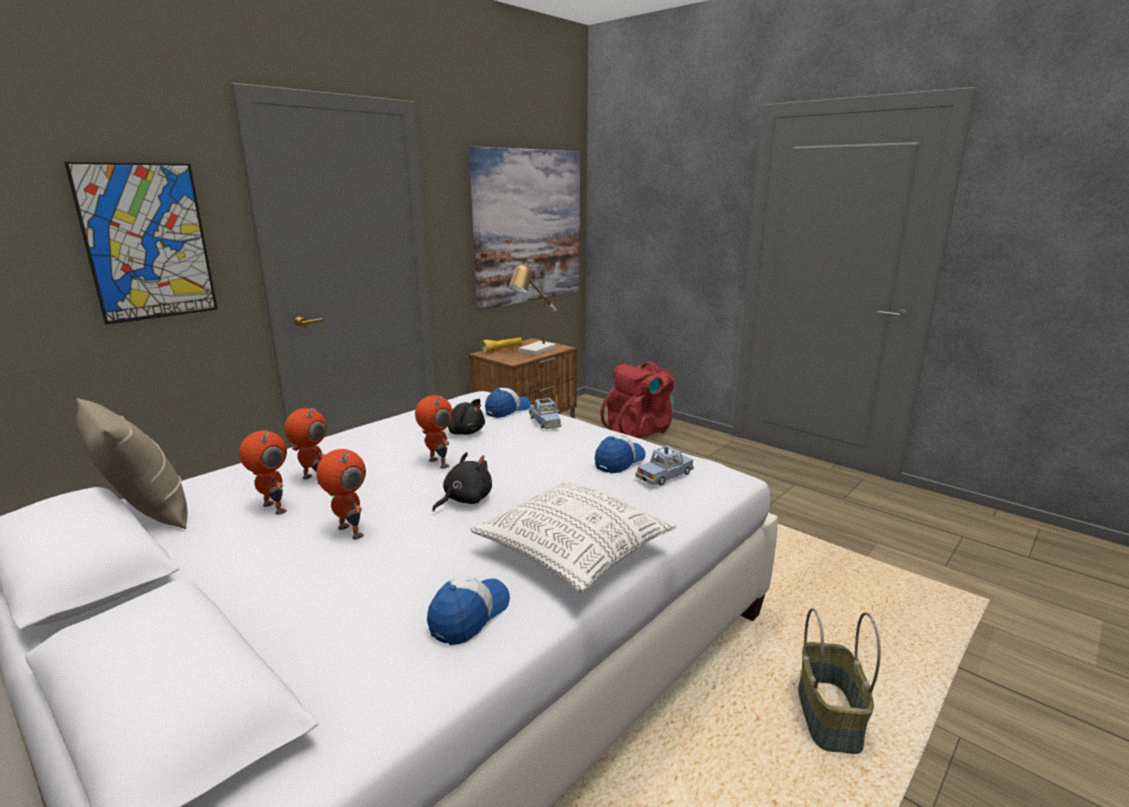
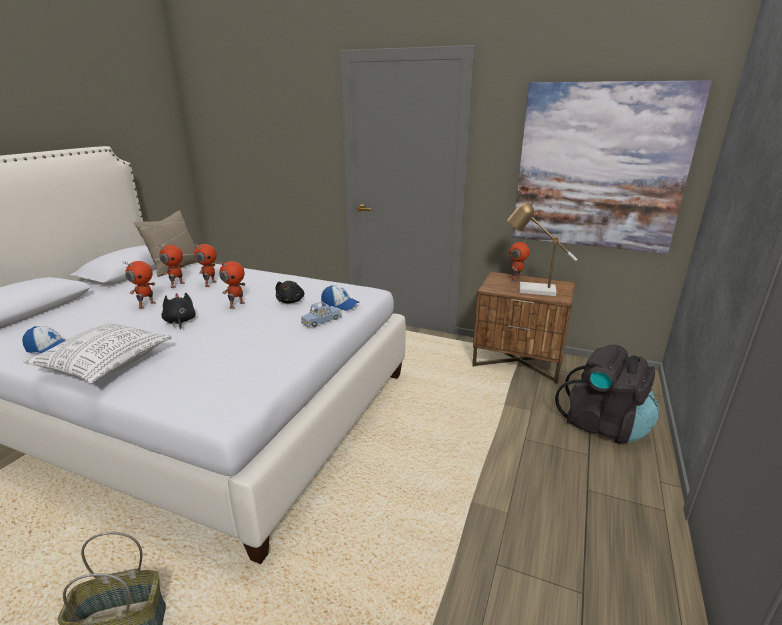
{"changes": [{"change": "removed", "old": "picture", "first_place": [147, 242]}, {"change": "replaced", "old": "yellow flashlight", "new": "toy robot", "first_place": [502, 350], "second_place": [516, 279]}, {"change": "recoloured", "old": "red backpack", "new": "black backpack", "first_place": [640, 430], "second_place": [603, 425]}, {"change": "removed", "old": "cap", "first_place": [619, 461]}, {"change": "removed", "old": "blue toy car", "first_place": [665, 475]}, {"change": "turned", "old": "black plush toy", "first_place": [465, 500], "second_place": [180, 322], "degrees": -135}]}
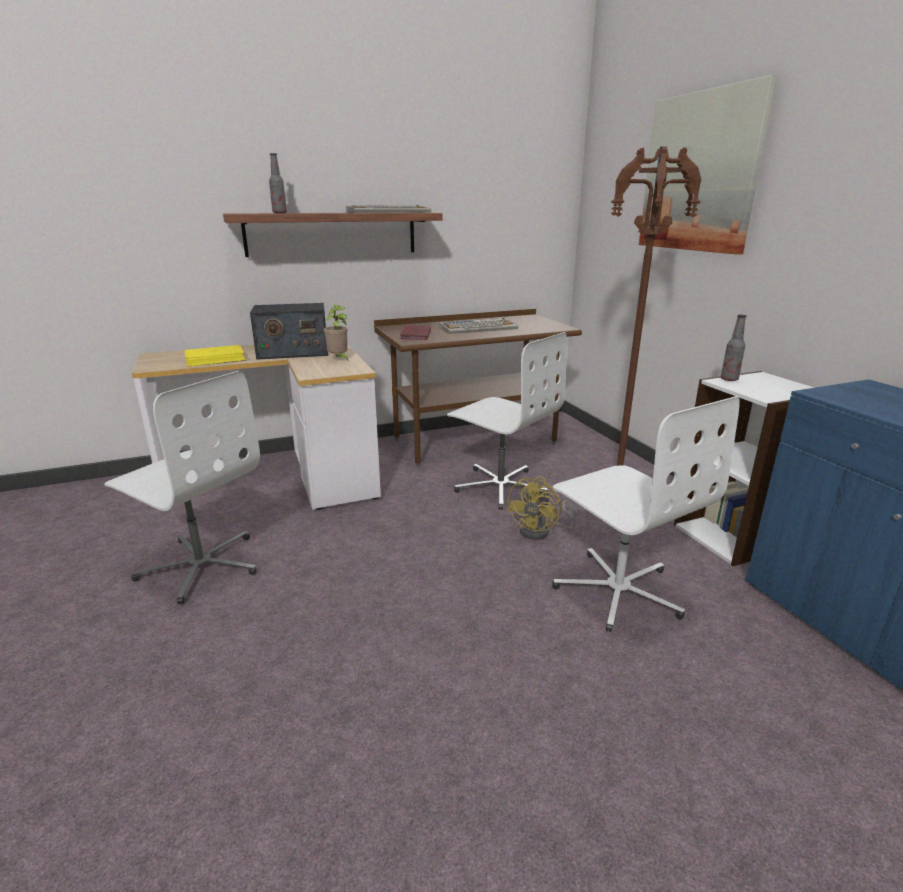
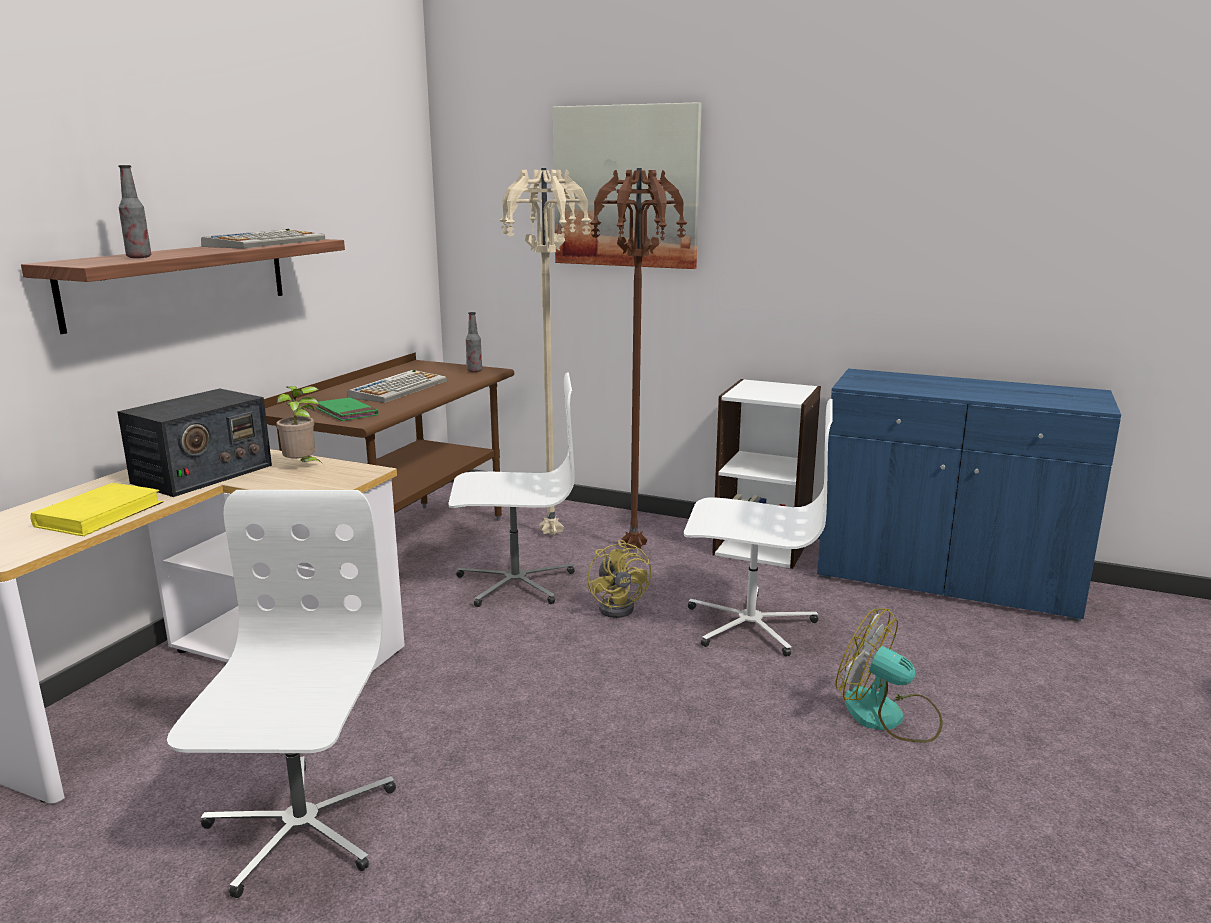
{"changes": [{"change": "moved", "old": "bottle", "first_place": [729, 379], "second_place": [474, 371]}, {"change": "recoloured", "old": "red book", "new": "green book", "first_place": [416, 335], "second_place": [346, 412]}, {"change": "turned", "old": "white office chair", "first_place": [201, 565], "second_place": [299, 828], "degrees": -75}, {"change": "added", "new": "beige floor lamp", "second_place": [550, 534]}, {"change": "added", "new": "fan", "second_place": [887, 716]}]}
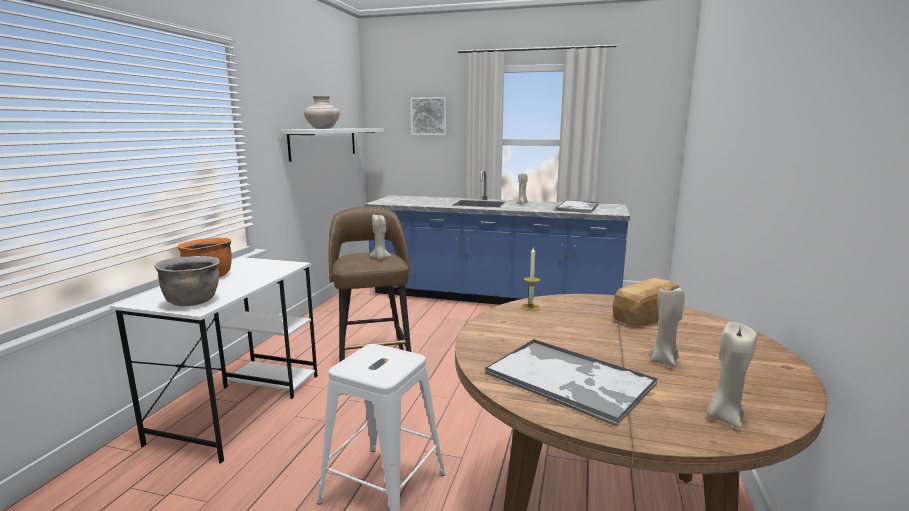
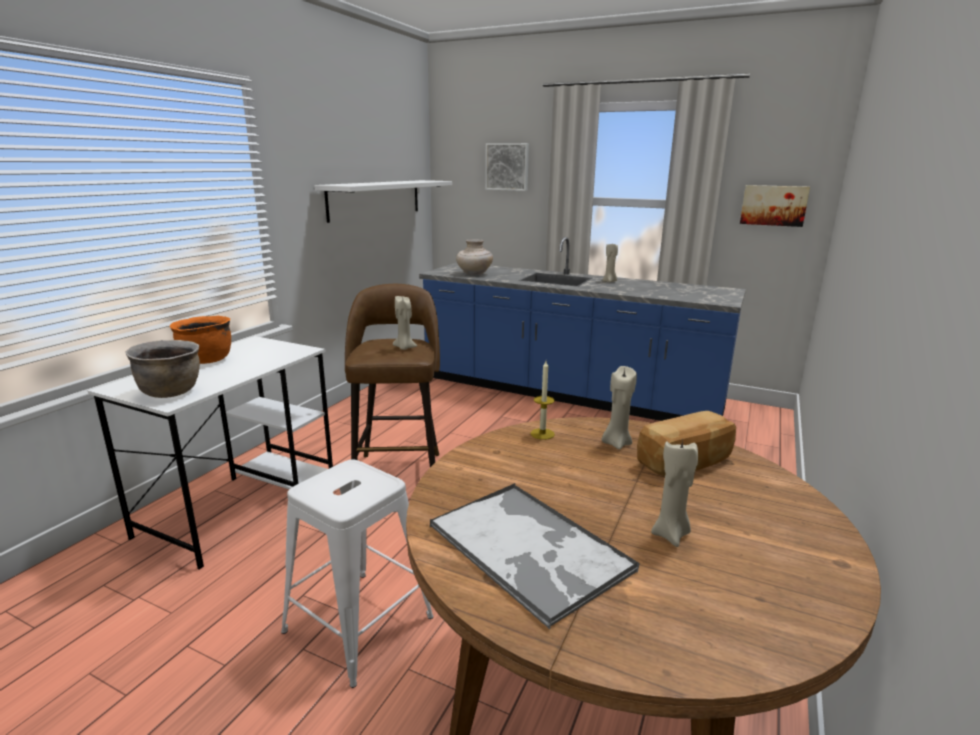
{"changes": [{"change": "moved", "old": "beige vase", "first_place": [323, 128], "second_place": [474, 274]}, {"change": "removed", "old": "tray", "first_place": [577, 207]}, {"change": "moved", "old": "beige candle", "first_place": [724, 417], "second_place": [616, 443]}, {"change": "added", "new": "picture", "second_place": [773, 205]}]}
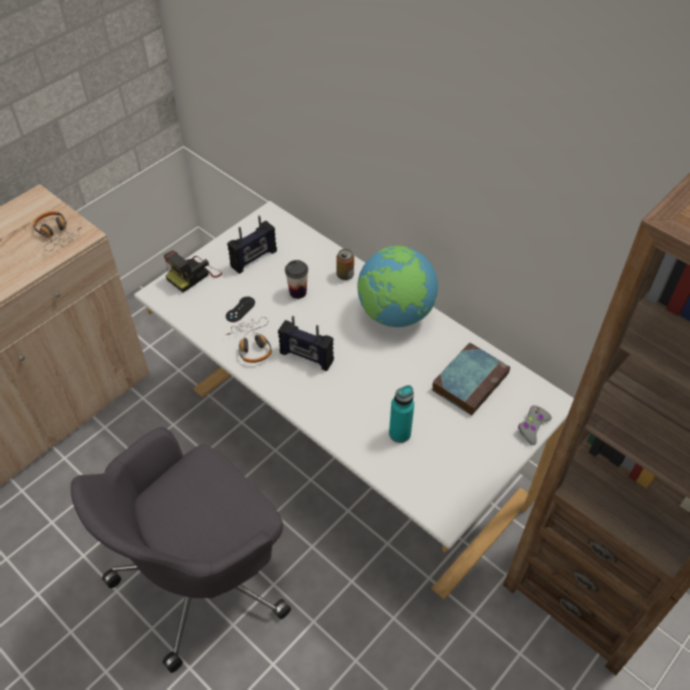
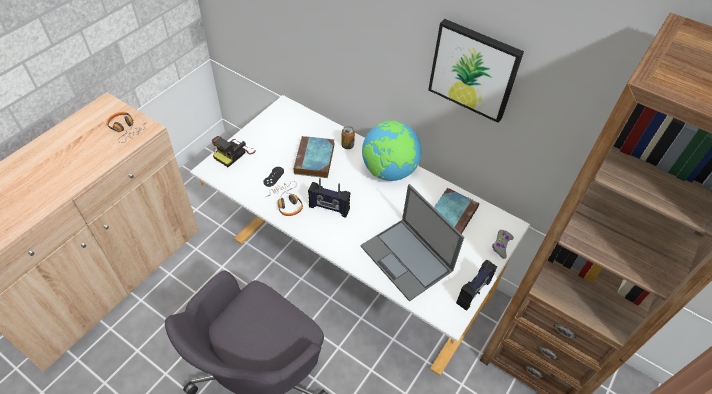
{"changes": [{"change": "moved", "old": "radio", "first_place": [254, 259], "second_place": [474, 292]}, {"change": "replaced", "old": "cup", "new": "book", "first_place": [298, 292], "second_place": [314, 160]}, {"change": "replaced", "old": "turquoise bottle", "new": "laptop", "first_place": [399, 433], "second_place": [407, 259]}, {"change": "added", "new": "picture", "second_place": [474, 70]}]}
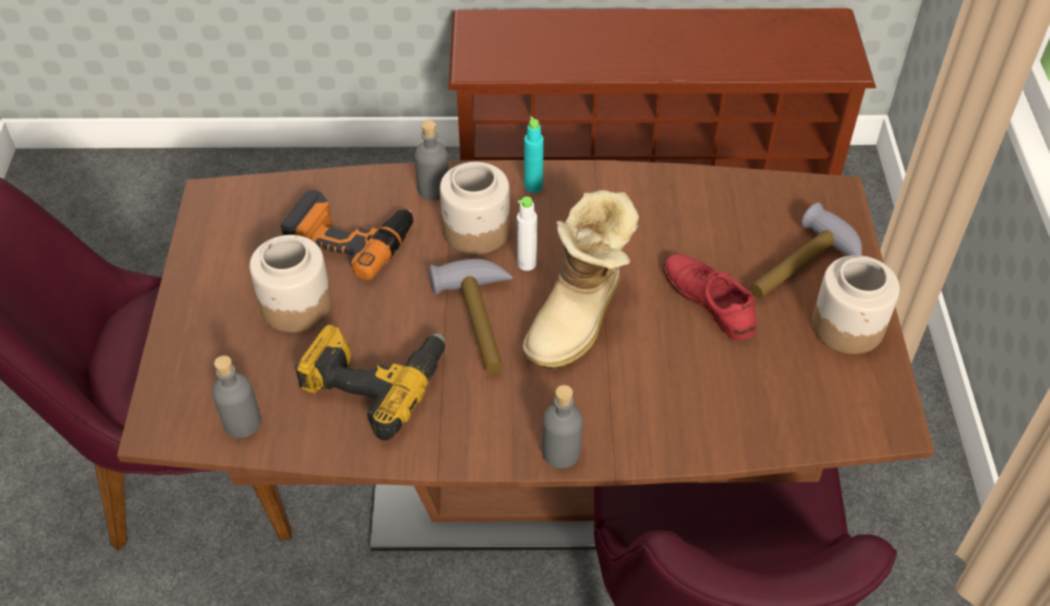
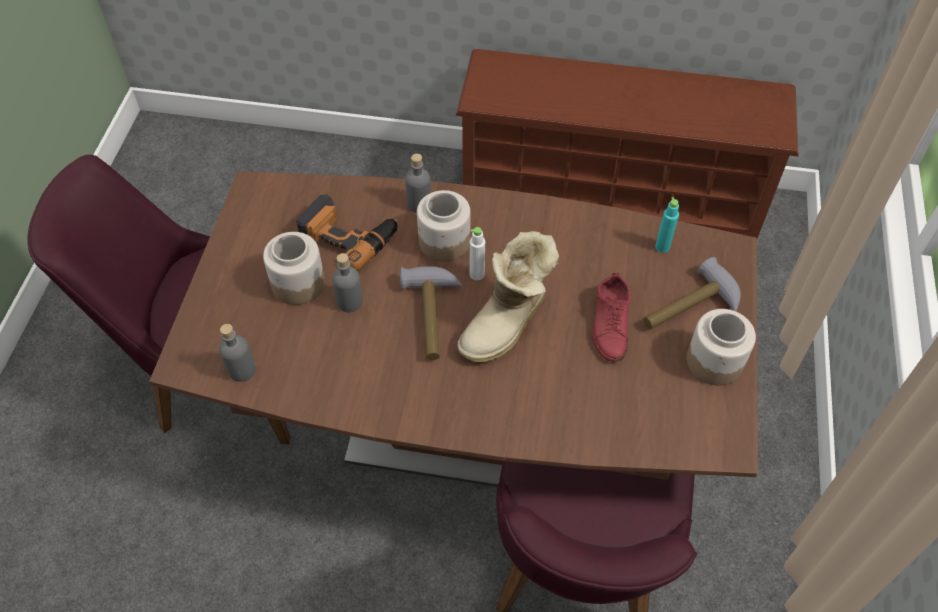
{"changes": [{"change": "moved", "old": "turquoise bottle", "first_place": [533, 186], "second_place": [662, 247]}, {"change": "turned", "old": "red shoe", "first_place": [708, 300], "second_place": [610, 324], "degrees": -150}, {"change": "removed", "old": "power drill", "first_place": [374, 380]}, {"change": "moved", "old": "grey bottle", "first_place": [561, 452], "second_place": [349, 301]}]}
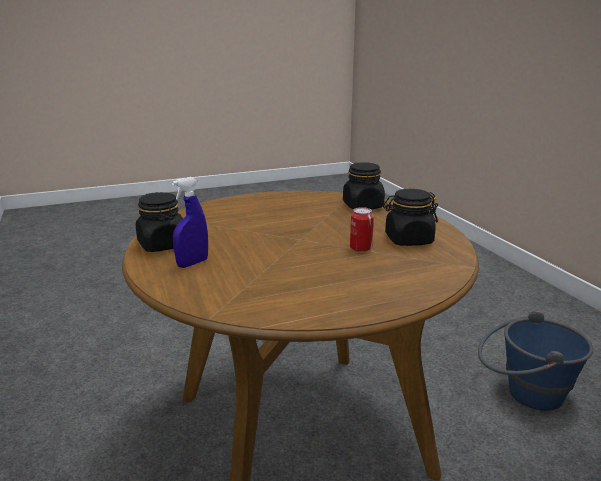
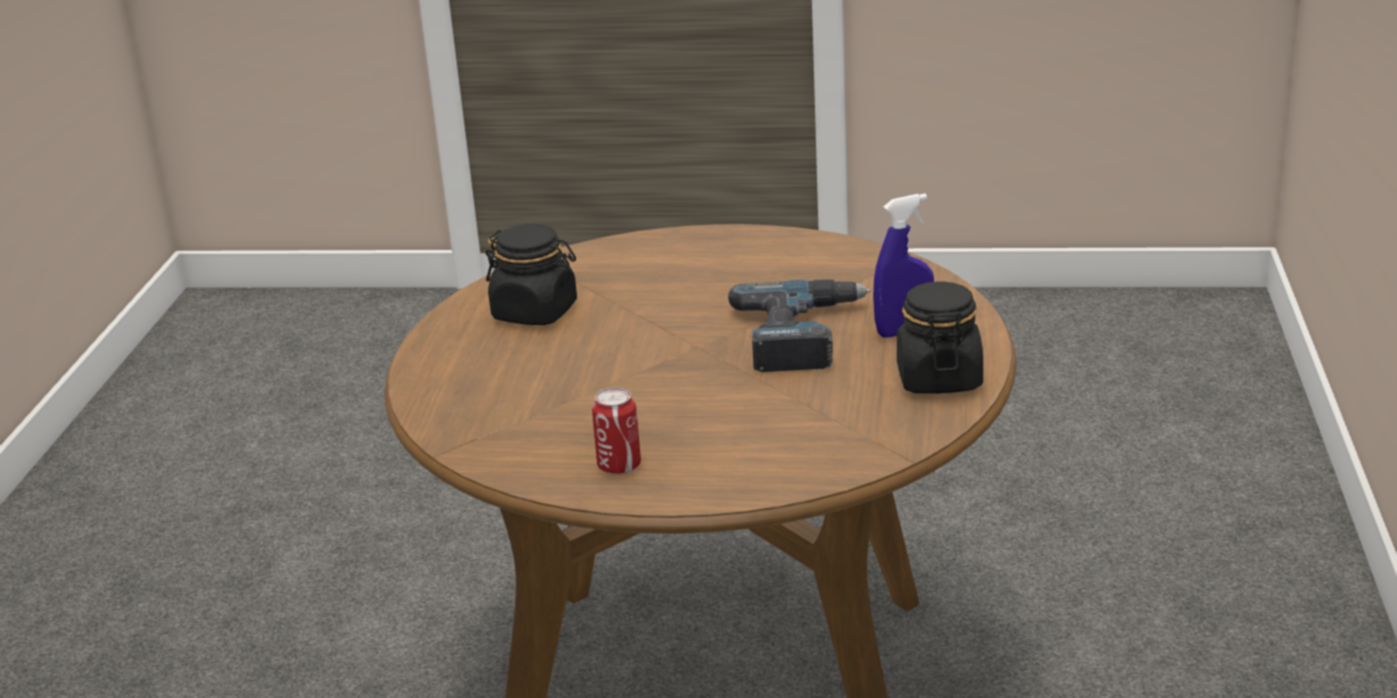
{"changes": [{"change": "removed", "old": "black jar", "first_place": [363, 206]}, {"change": "moved", "old": "can", "first_place": [360, 248], "second_place": [619, 466]}, {"change": "removed", "old": "blue bucket", "first_place": [523, 393]}, {"change": "added", "new": "power drill", "second_place": [803, 335]}]}
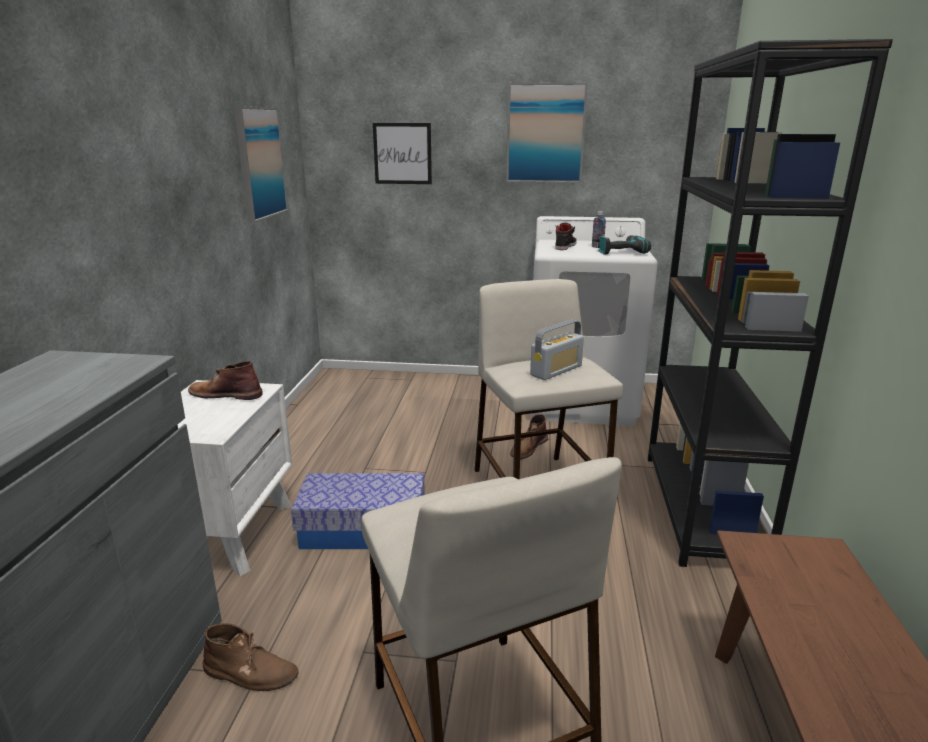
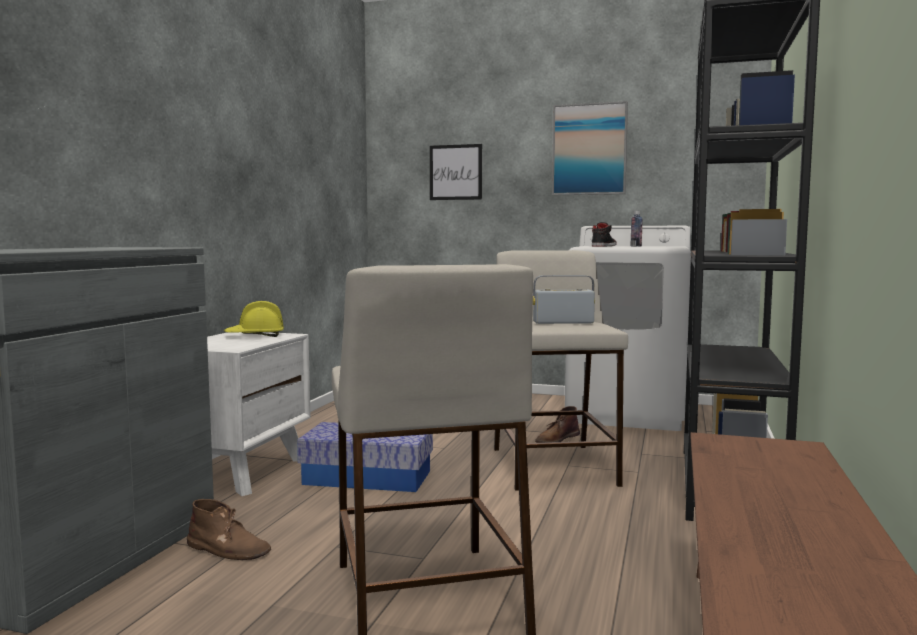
{"changes": [{"change": "removed", "old": "picture", "first_place": [260, 163]}, {"change": "removed", "old": "power drill", "first_place": [621, 251]}, {"change": "turned", "old": "radio", "first_place": [556, 370], "second_place": [563, 322], "degrees": -150}, {"change": "replaced", "old": "brown boot", "new": "yellow hard hat", "first_place": [225, 394], "second_place": [255, 336]}]}
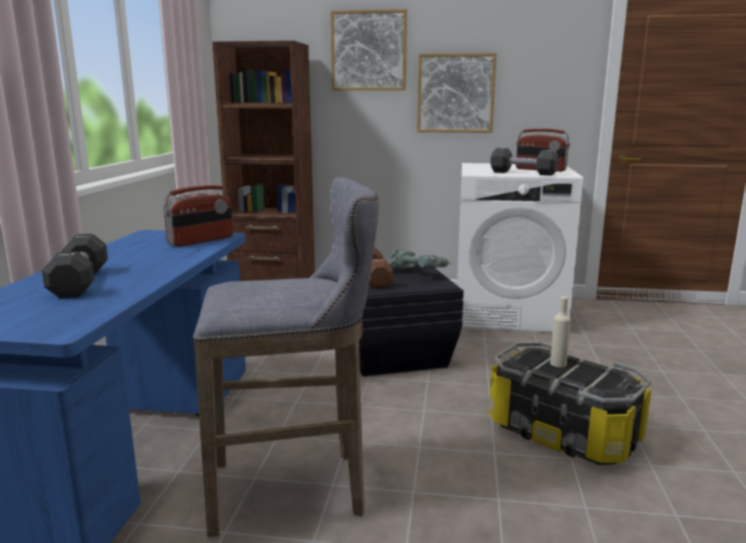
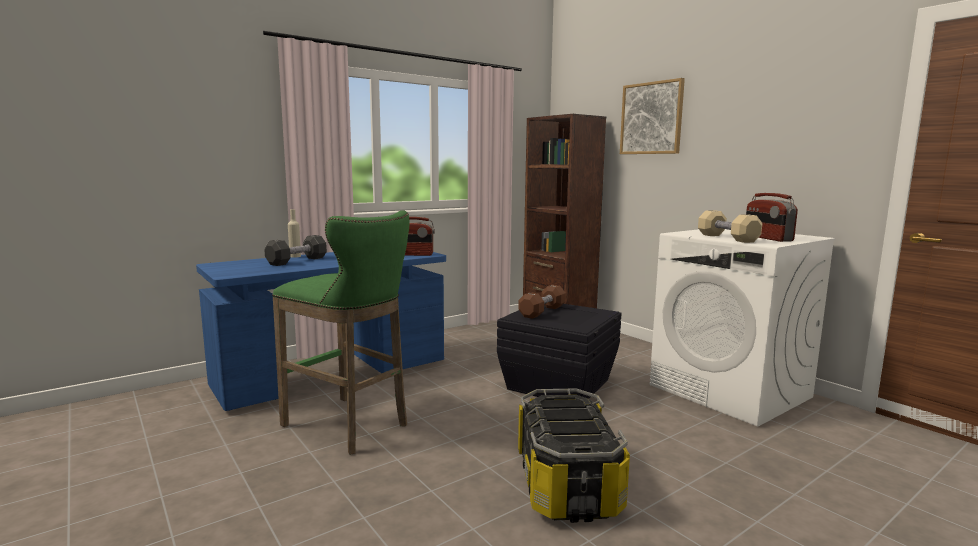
{"changes": [{"change": "removed", "old": "picture", "first_place": [455, 93]}, {"change": "recoloured", "old": "black dumbbell", "new": "beige dumbbell", "first_place": [523, 173], "second_place": [727, 238]}, {"change": "recoloured", "old": "grey stool", "new": "green stool", "first_place": [295, 489], "second_place": [350, 426]}, {"change": "removed", "old": "power drill", "first_place": [420, 272]}, {"change": "moved", "old": "beige bottle", "first_place": [558, 363], "second_place": [295, 256]}]}
